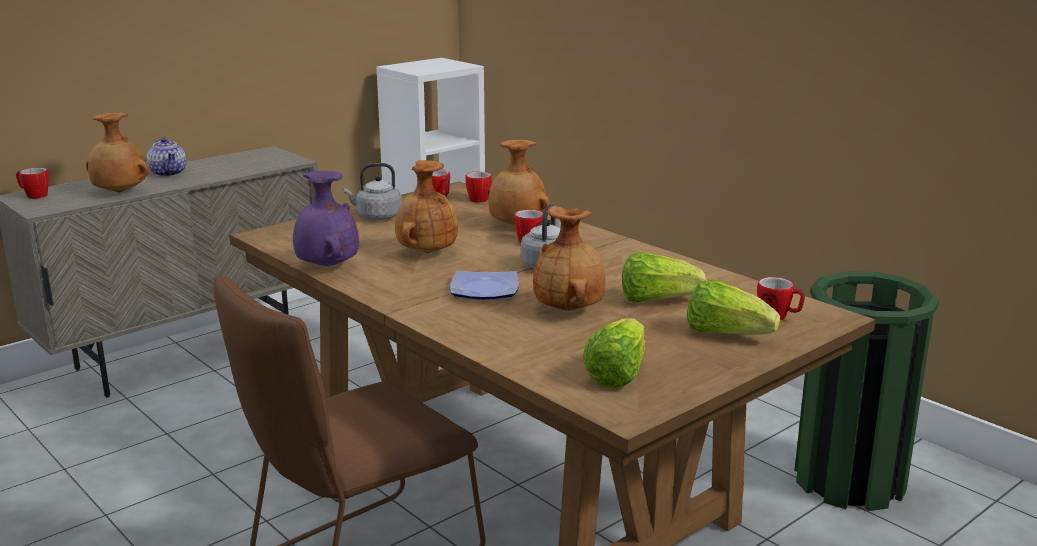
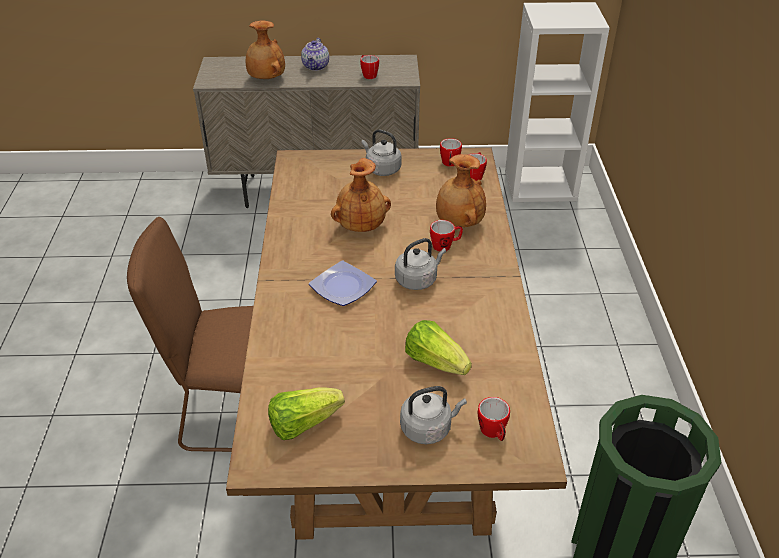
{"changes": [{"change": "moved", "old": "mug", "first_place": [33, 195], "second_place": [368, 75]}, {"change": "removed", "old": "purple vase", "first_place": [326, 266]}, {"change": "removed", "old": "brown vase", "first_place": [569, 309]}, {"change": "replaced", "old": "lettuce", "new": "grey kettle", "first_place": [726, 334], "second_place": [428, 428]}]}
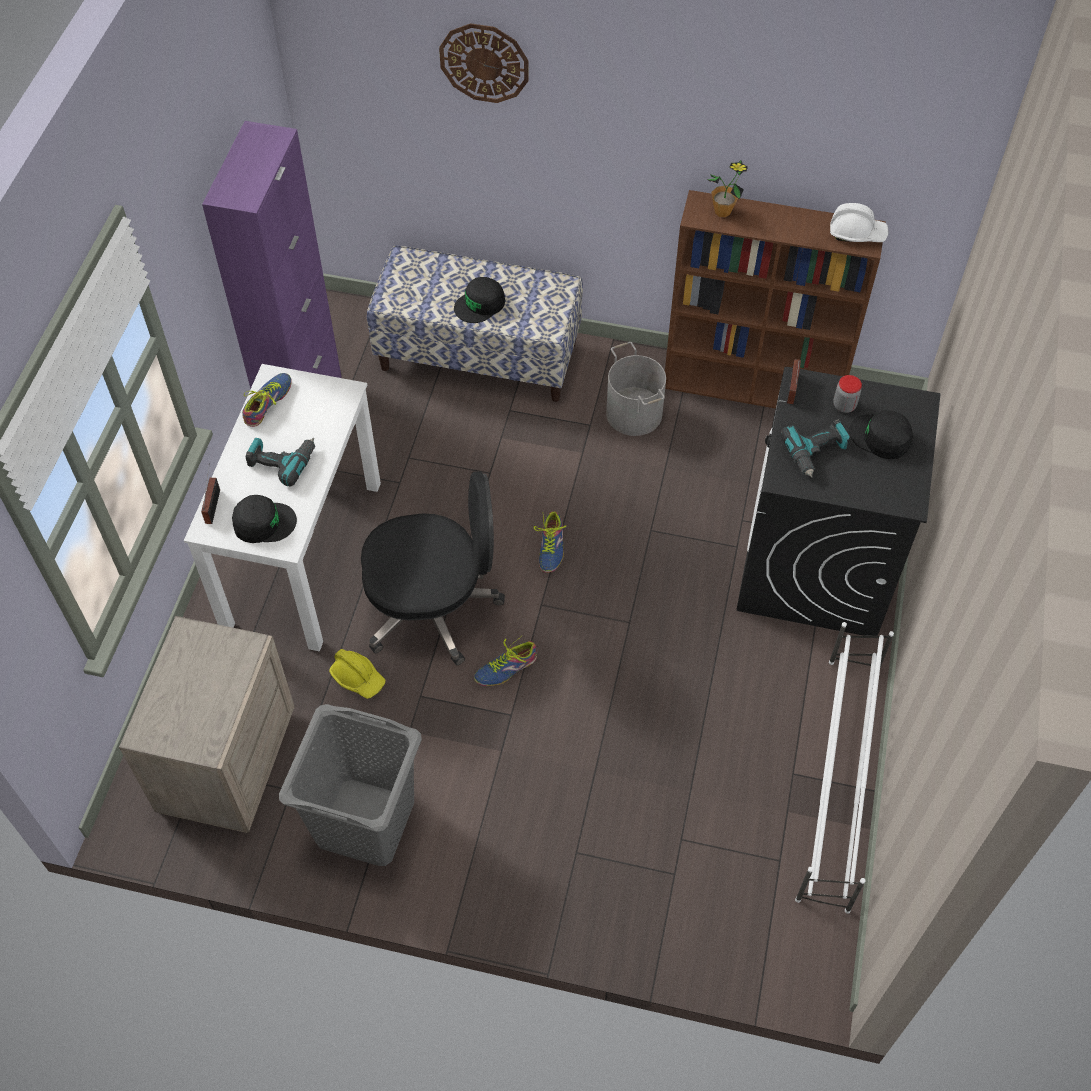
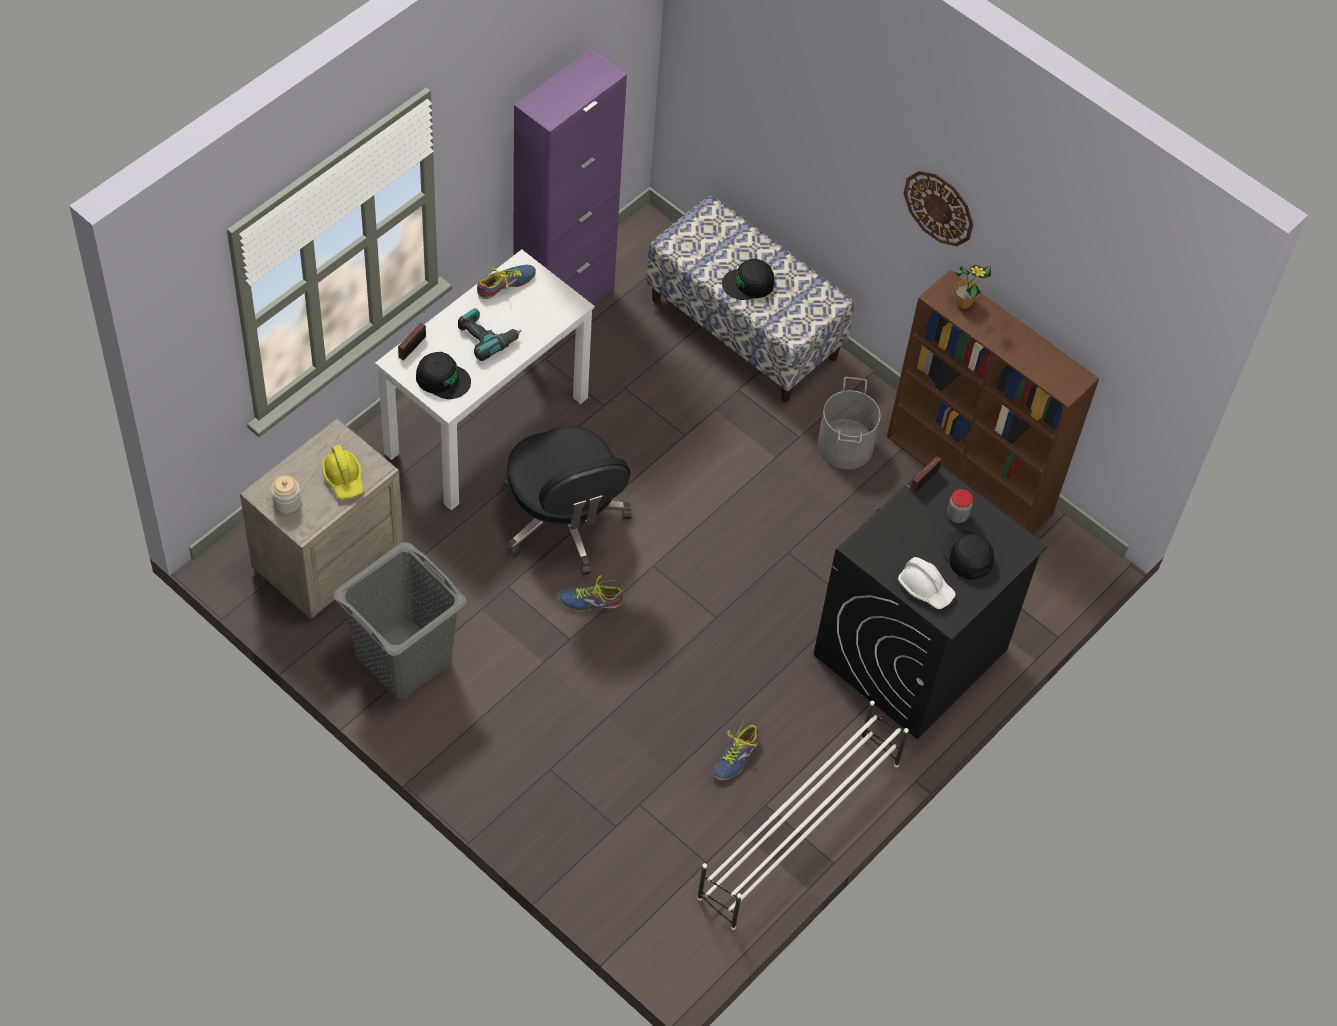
{"changes": [{"change": "moved", "old": "wall clock", "first_place": [484, 62], "second_place": [939, 207]}, {"change": "moved", "old": "white hard hat", "first_place": [857, 233], "second_place": [926, 588]}, {"change": "removed", "old": "power drill", "first_place": [816, 453]}, {"change": "turned", "old": "black office chair", "first_place": [433, 607], "second_place": [564, 522], "degrees": 45}, {"change": "moved", "old": "shoe", "first_place": [551, 547], "second_place": [736, 757]}, {"change": "moved", "old": "yellow hard hat", "first_place": [358, 677], "second_place": [344, 478]}, {"change": "added", "new": "jar", "second_place": [287, 502]}]}
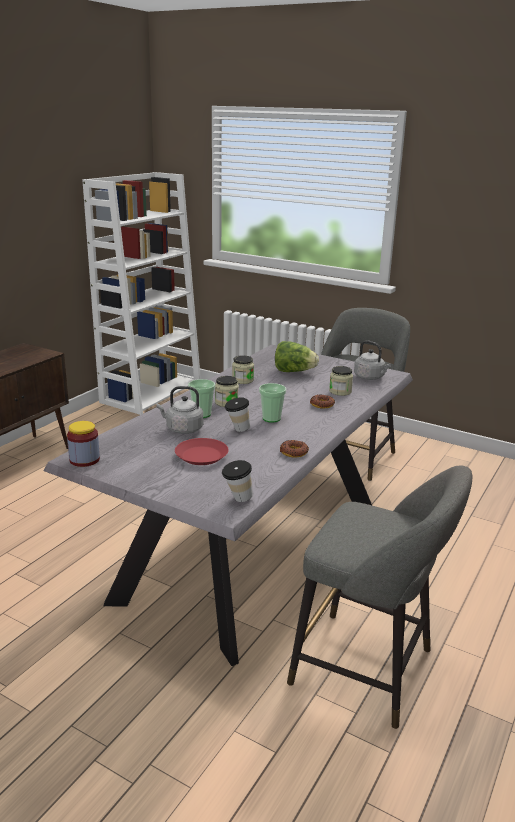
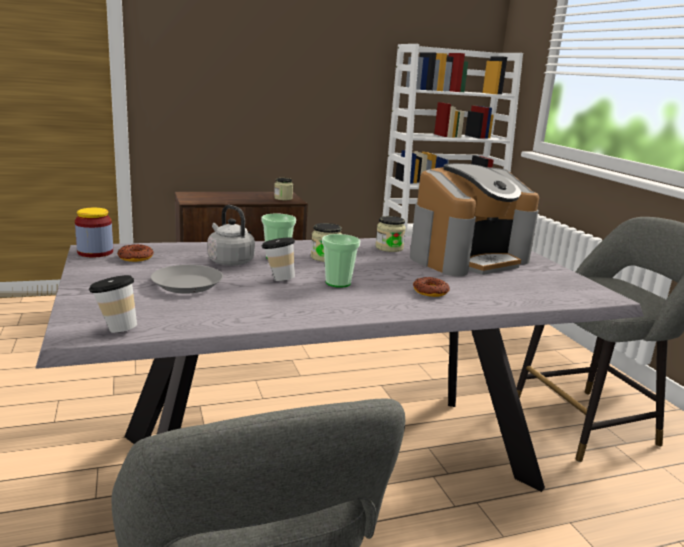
{"changes": [{"change": "replaced", "old": "lettuce", "new": "coffee machine", "first_place": [294, 371], "second_place": [467, 258]}, {"change": "removed", "old": "grey kettle", "first_place": [370, 377]}, {"change": "moved", "old": "jar", "first_place": [340, 391], "second_place": [283, 198]}, {"change": "recoloured", "old": "red plate", "new": "grey plate", "first_place": [201, 456], "second_place": [186, 284]}, {"change": "moved", "old": "donut", "first_place": [294, 452], "second_place": [135, 257]}]}
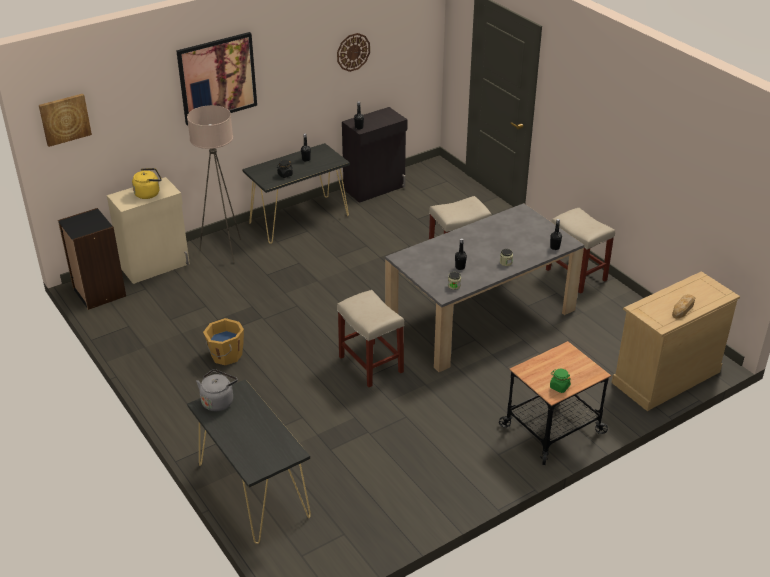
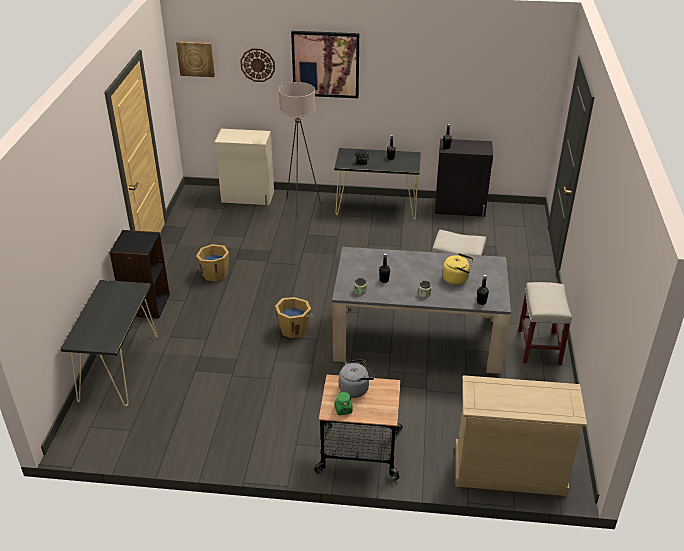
{"changes": [{"change": "moved", "old": "wall clock", "first_place": [353, 52], "second_place": [257, 65]}, {"change": "moved", "old": "yellow kettle", "first_place": [149, 193], "second_place": [457, 279]}, {"change": "moved", "old": "black bookcase", "first_place": [98, 292], "second_place": [145, 305]}, {"change": "replaced", "old": "beige stool", "new": "orange bucket", "first_place": [370, 364], "second_place": [294, 329]}, {"change": "removed", "old": "bread", "first_place": [683, 308]}, {"change": "moved", "old": "grey kettle", "first_place": [218, 401], "second_place": [355, 388]}]}
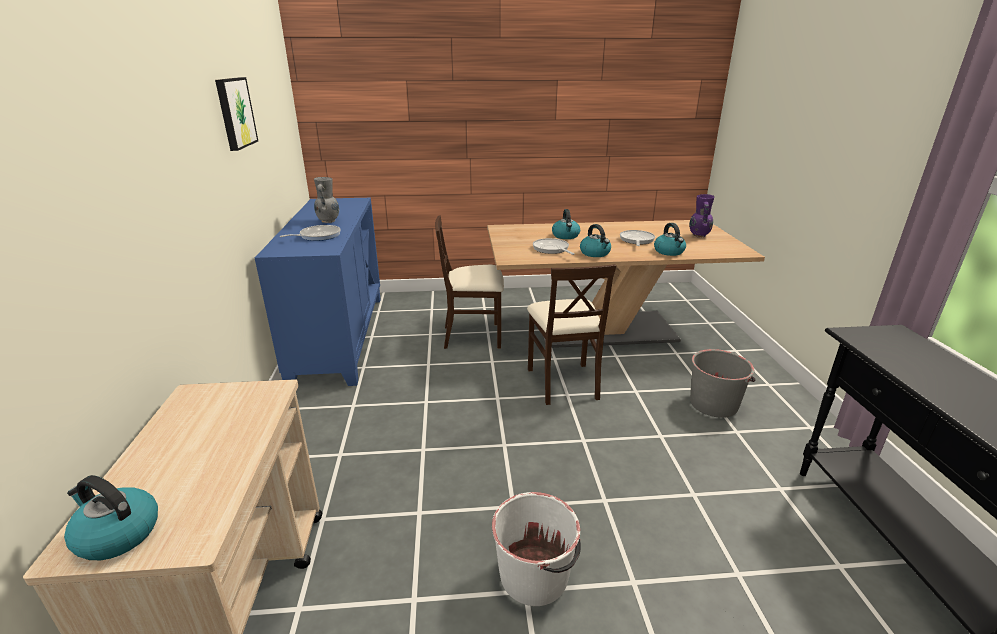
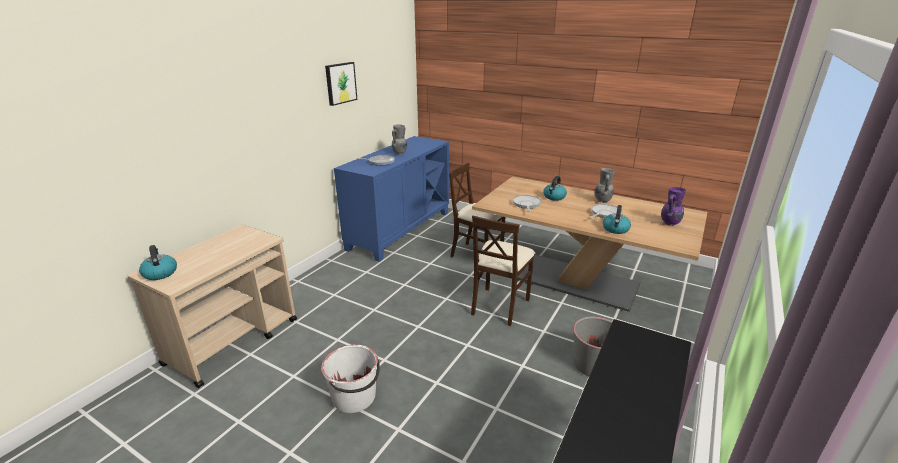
{"changes": [{"change": "removed", "old": "kettle", "first_place": [595, 253]}, {"change": "added", "new": "grey vase", "second_place": [602, 201]}]}
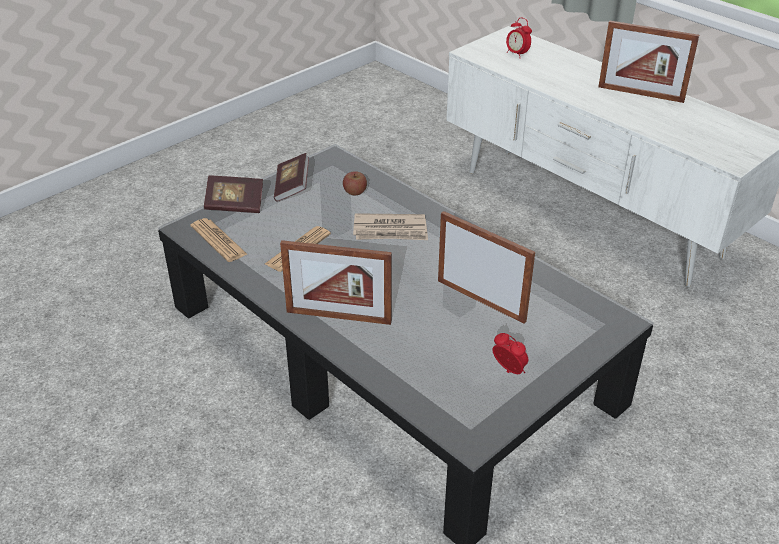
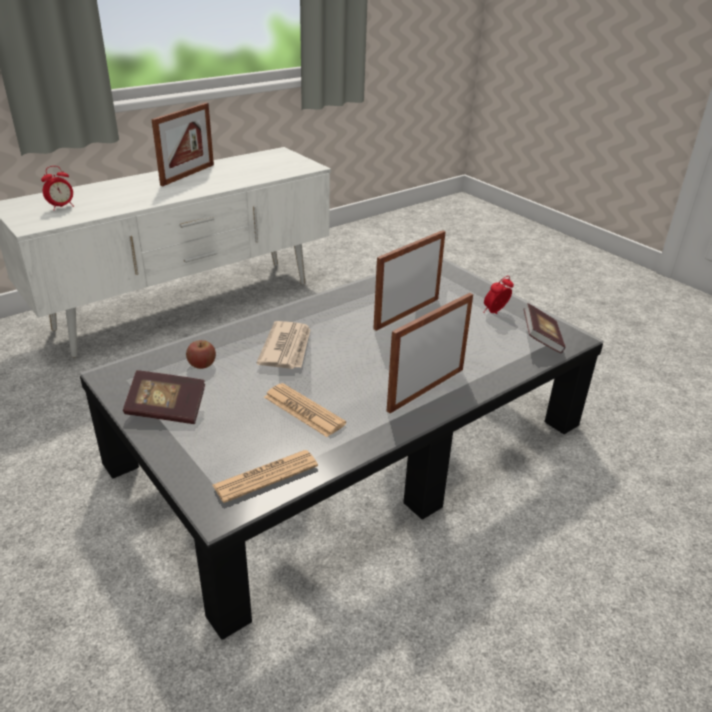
{"changes": [{"change": "moved", "old": "book", "first_place": [235, 205], "second_place": [541, 339]}, {"change": "turned", "old": "picture frame", "first_place": [338, 317], "second_place": [426, 389], "degrees": -150}]}
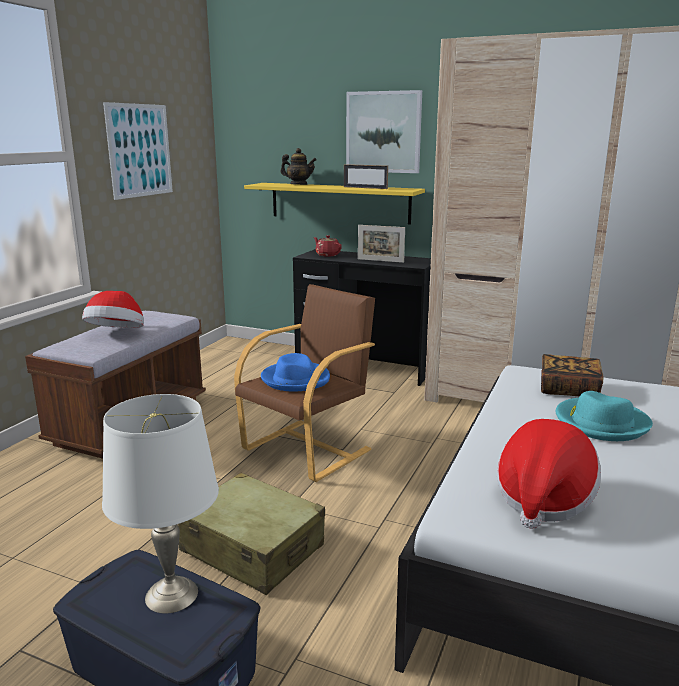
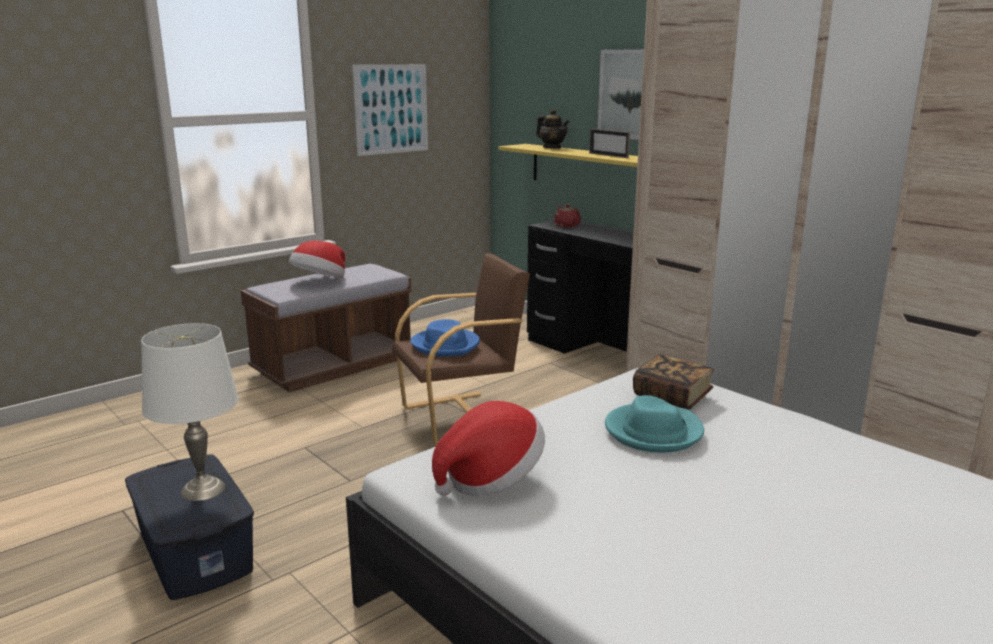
{"changes": [{"change": "removed", "old": "picture frame", "first_place": [380, 260]}, {"change": "removed", "old": "beige suitcase", "first_place": [252, 549]}]}
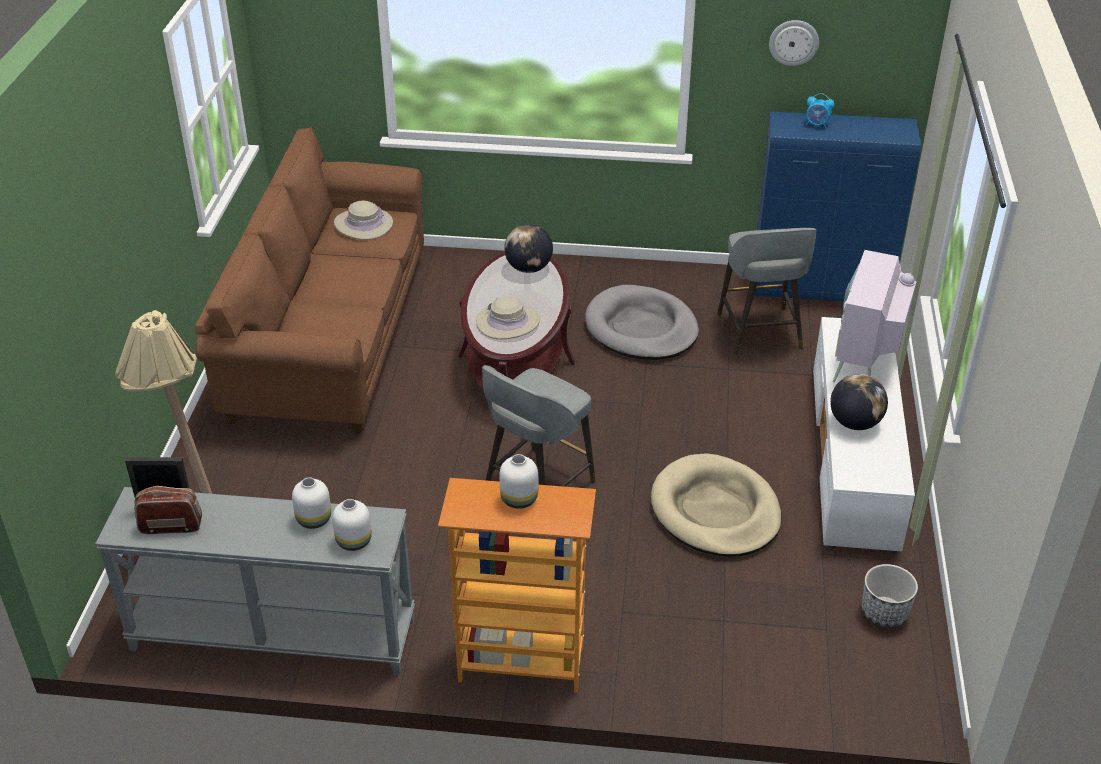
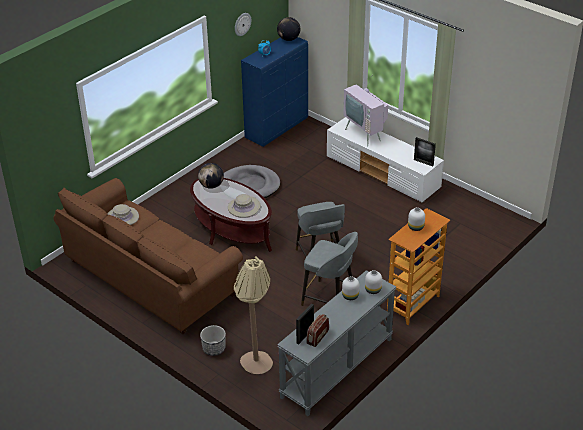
{"changes": [{"change": "moved", "old": "grey stool", "first_place": [760, 333], "second_place": [330, 299]}, {"change": "moved", "old": "globe", "first_place": [855, 423], "second_place": [288, 39]}, {"change": "removed", "old": "beige dog bed", "first_place": [715, 511]}, {"change": "moved", "old": "planter", "first_place": [884, 612], "second_place": [213, 349]}, {"change": "added", "new": "picture frame", "second_place": [423, 162]}]}
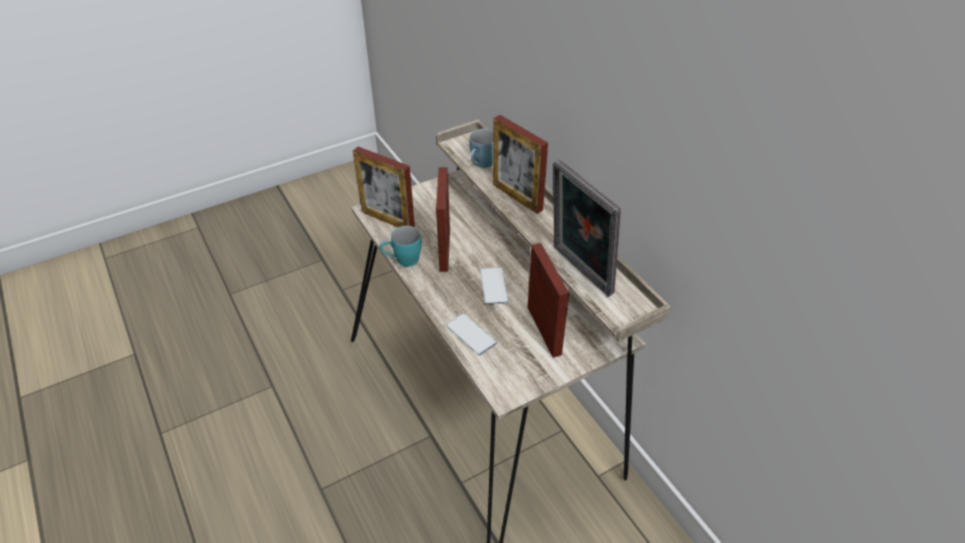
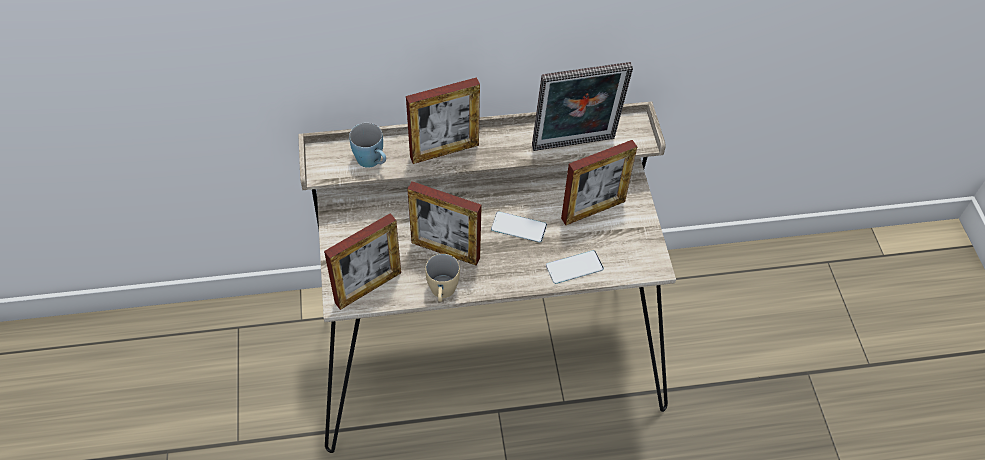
{"changes": [{"change": "recoloured", "old": "turquoise mug", "new": "beige mug", "first_place": [402, 260], "second_place": [442, 293]}, {"change": "turned", "old": "picture frame", "first_place": [544, 330], "second_place": [593, 210], "degrees": 150}]}
